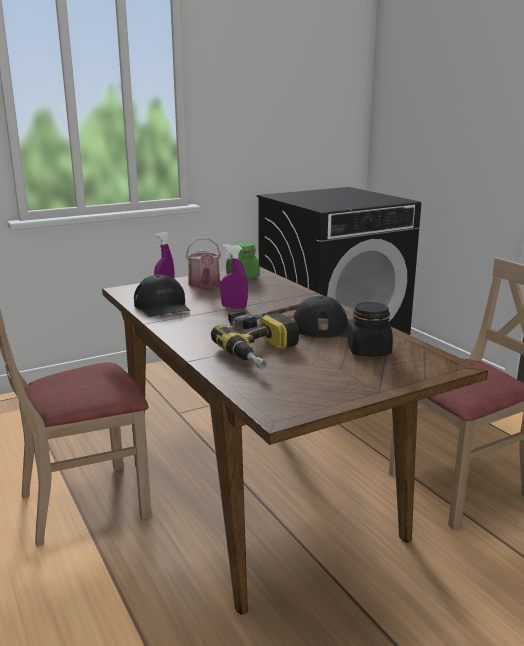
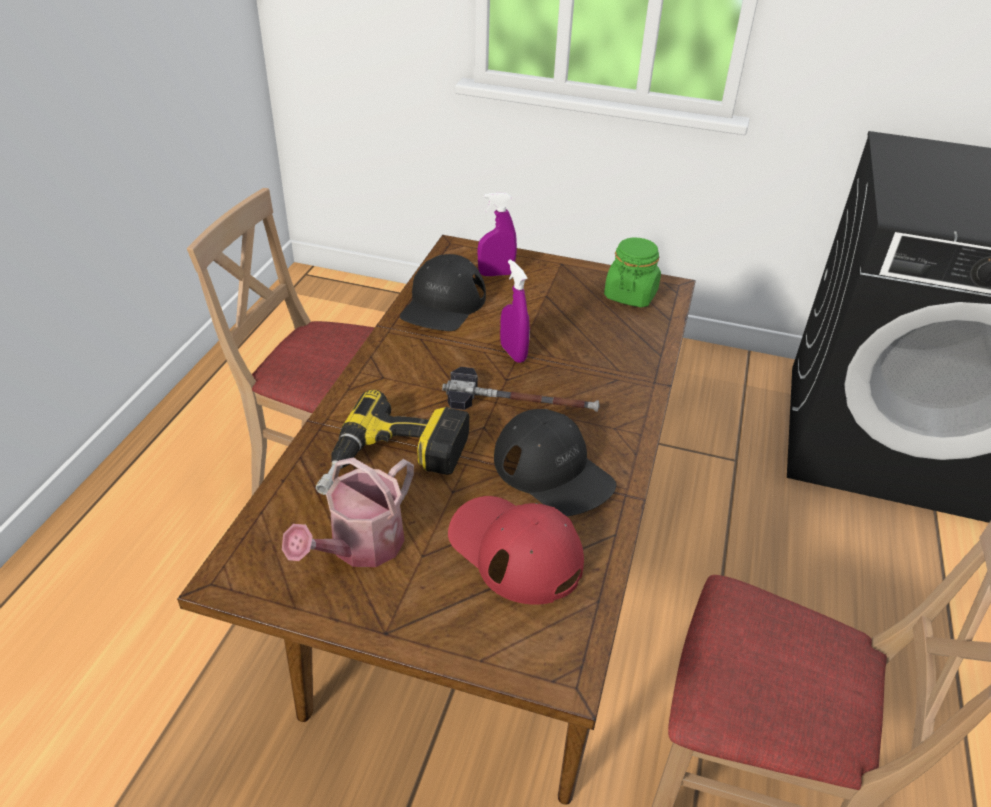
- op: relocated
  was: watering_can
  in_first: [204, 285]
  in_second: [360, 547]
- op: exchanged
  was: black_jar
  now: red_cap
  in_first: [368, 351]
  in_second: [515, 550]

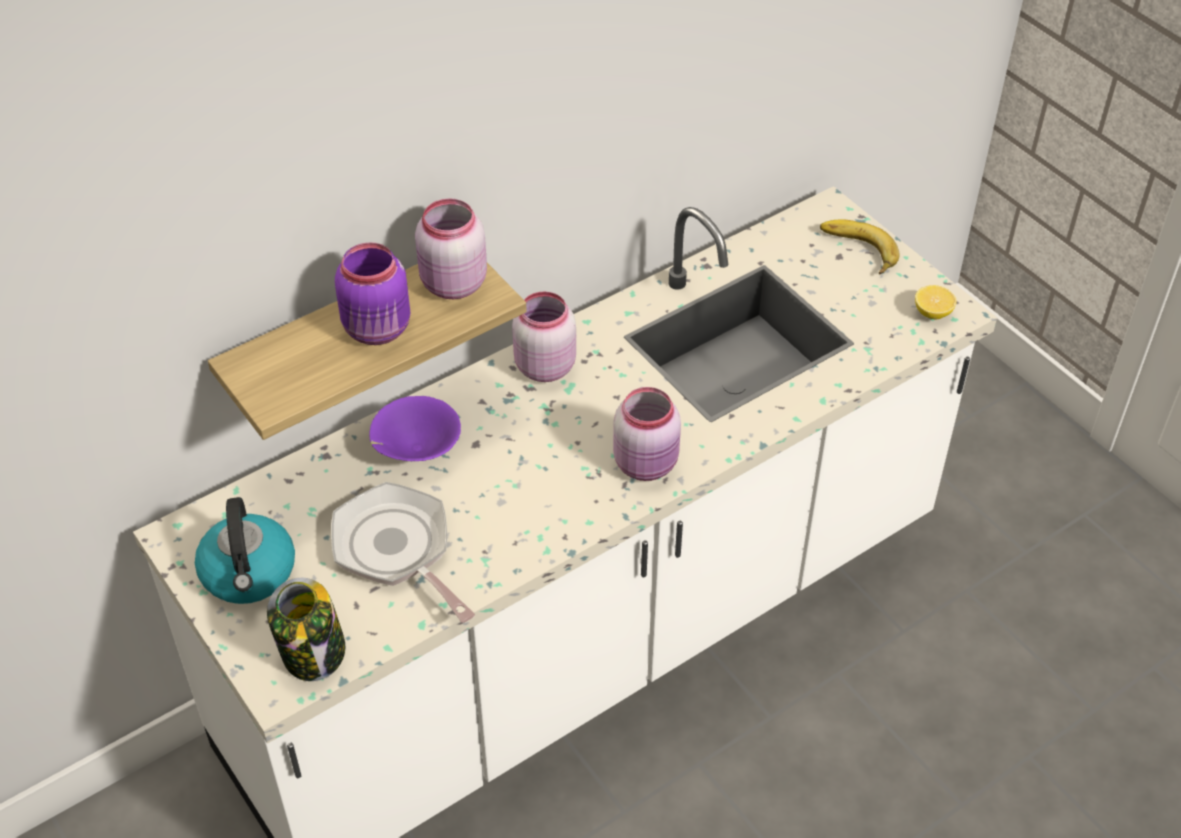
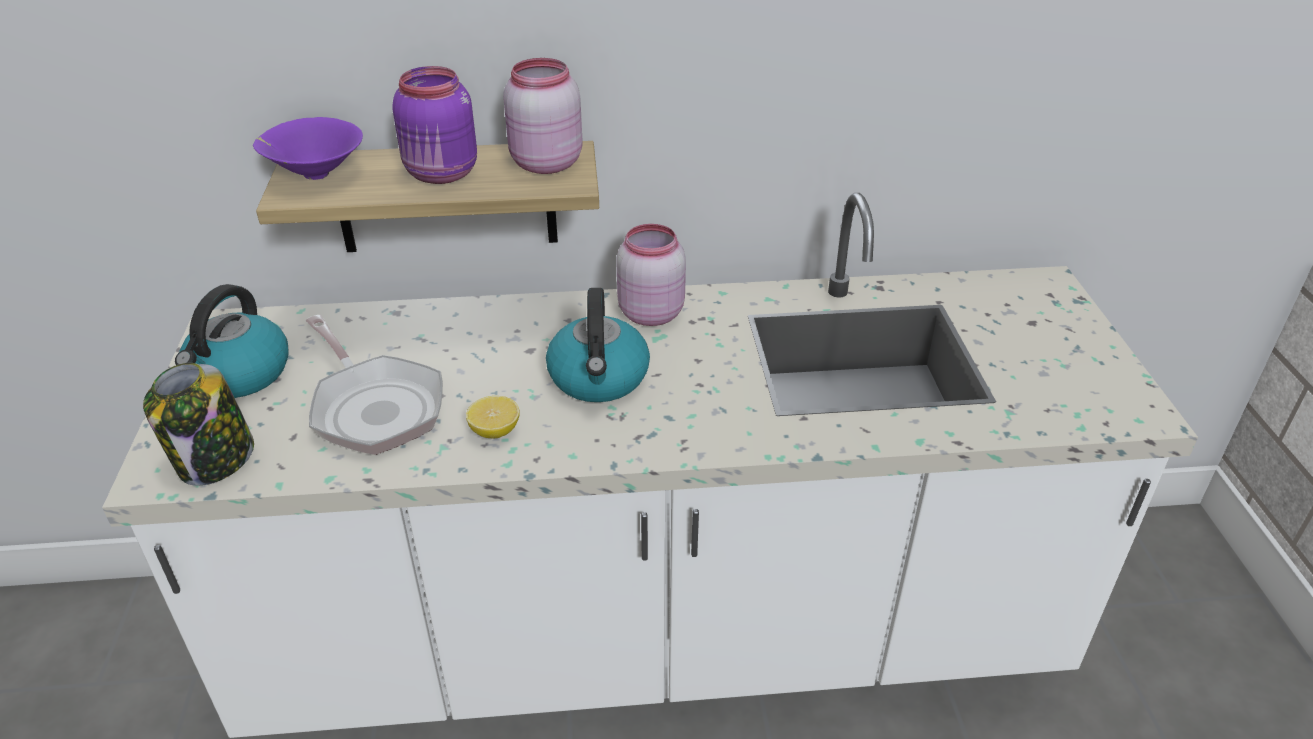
- op: relocated
  was: purple_bowl
  in_first: [416, 450]
  in_second: [314, 174]
- op: spun
  was: frying_pan
  in_first: [397, 550]
  in_second: [375, 407]
  clockwise: 150
- op: relocated
  was: lemon
  in_first: [932, 313]
  in_second: [495, 431]
- op: appeared
  now: kettle
  in_second: [599, 378]
- op: missing
  was: pink_jar
  in_first: [647, 463]
- op: missing
  was: banana
  in_first: [856, 251]

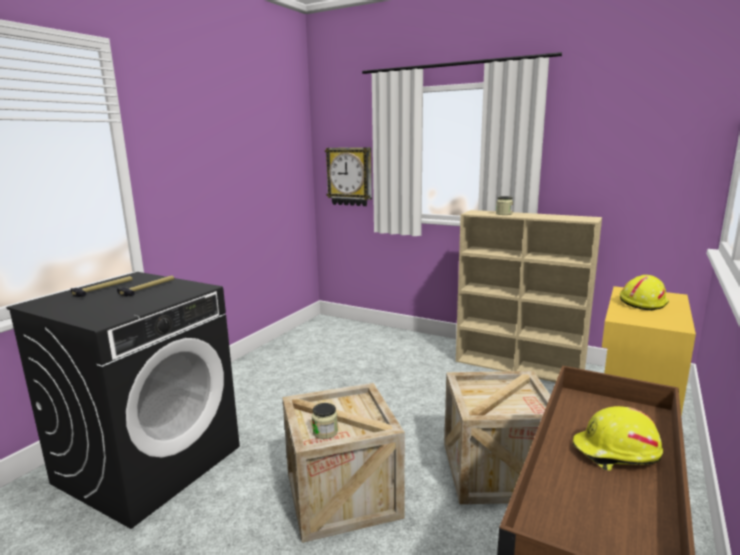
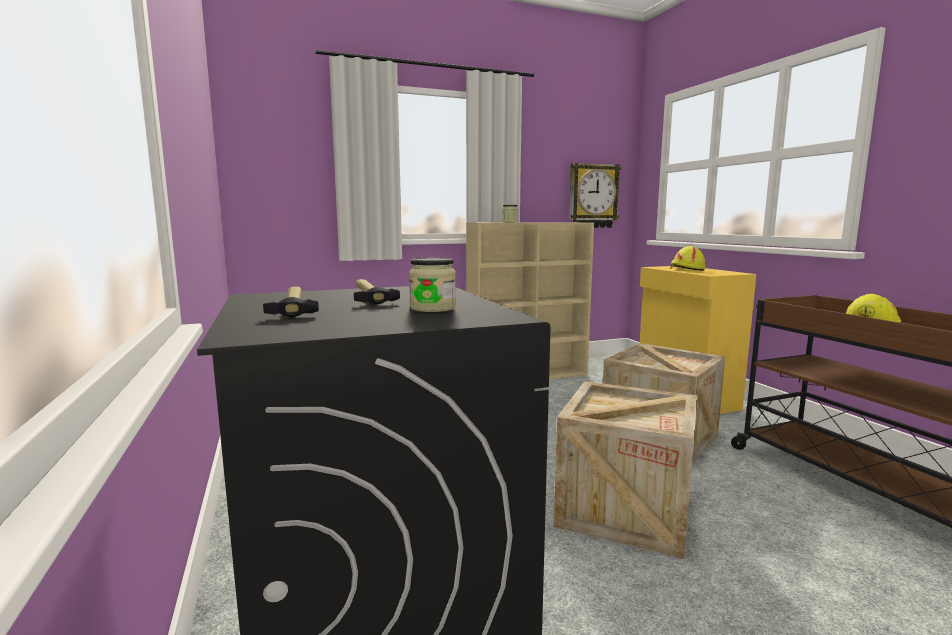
- op: relocated
  was: jar
  in_first: [325, 432]
  in_second: [432, 308]
- op: relocated
  was: wall_clock
  in_first: [350, 176]
  in_second: [592, 196]

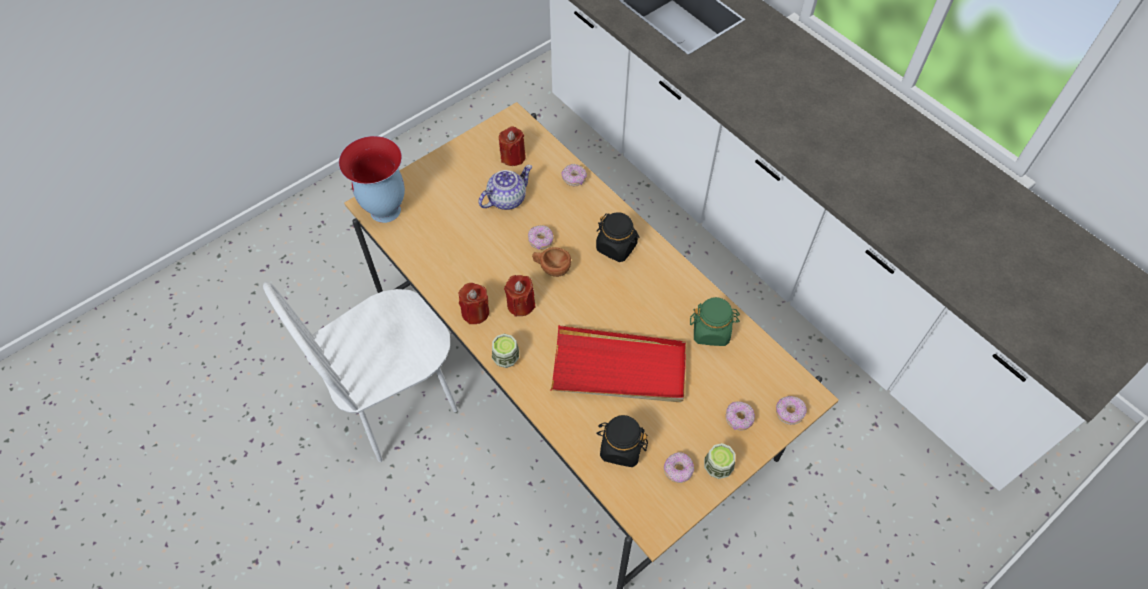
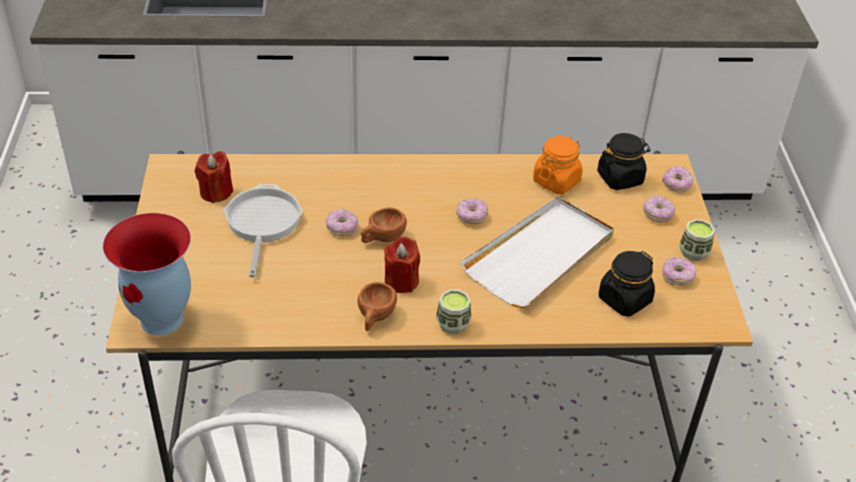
- op: exchanged
  was: teapot
  now: frying_pan
  in_first: [507, 198]
  in_second: [262, 223]
- op: exchanged
  was: red_candle
  now: brown_cup
  in_first: [475, 312]
  in_second: [375, 318]
- op: relocated
  was: donut
  in_first: [574, 179]
  in_second: [471, 217]
- op: colour
  was: red_tray
  now: white_tray
  in_first: [619, 368]
  in_second: [540, 255]
- op: colour
  was: green_jar
  now: orange_jar
  in_first: [711, 331]
  in_second: [556, 181]
- op: relocated
  was: black_jar
  in_first: [616, 247]
  in_second: [620, 178]

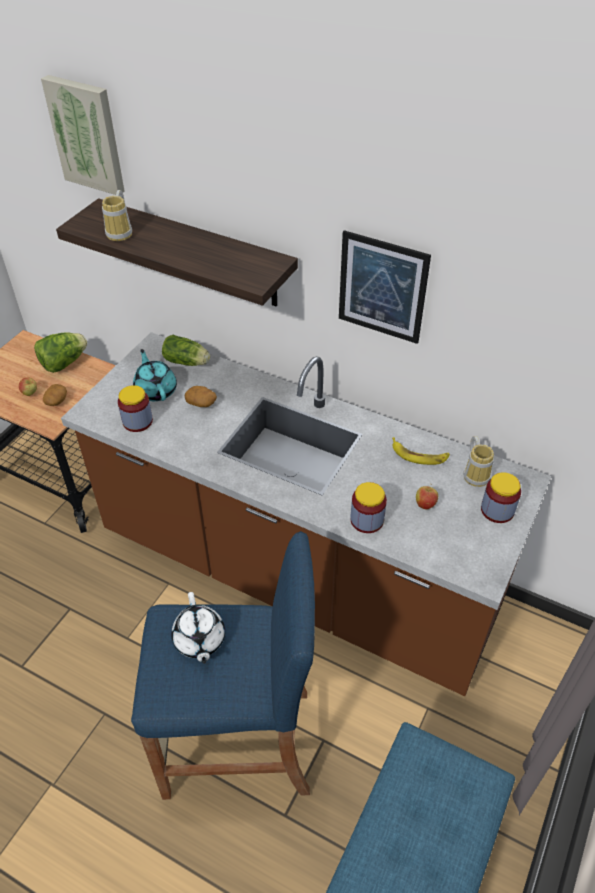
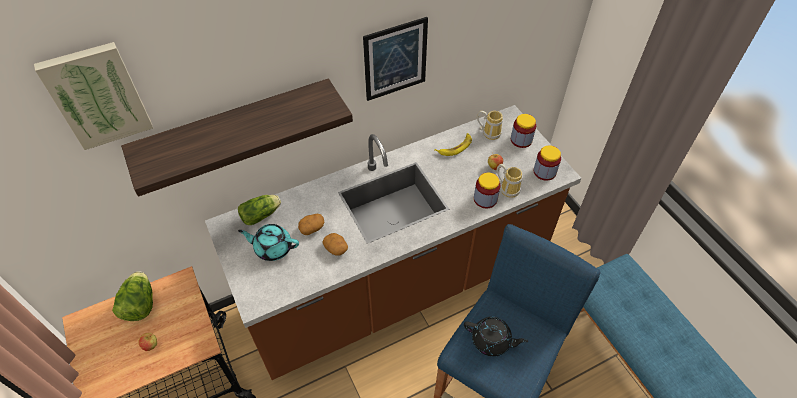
- op: relocated
  was: potato
  in_first: [56, 401]
  in_second: [336, 248]
- op: colour
  was: white_teapot
  now: black_teapot
  in_first: [199, 640]
  in_second: [491, 341]
- op: relocated
  was: mug
  in_first: [122, 232]
  in_second: [508, 188]
- op: relocated
  was: jar
  in_first: [137, 421]
  in_second: [544, 172]

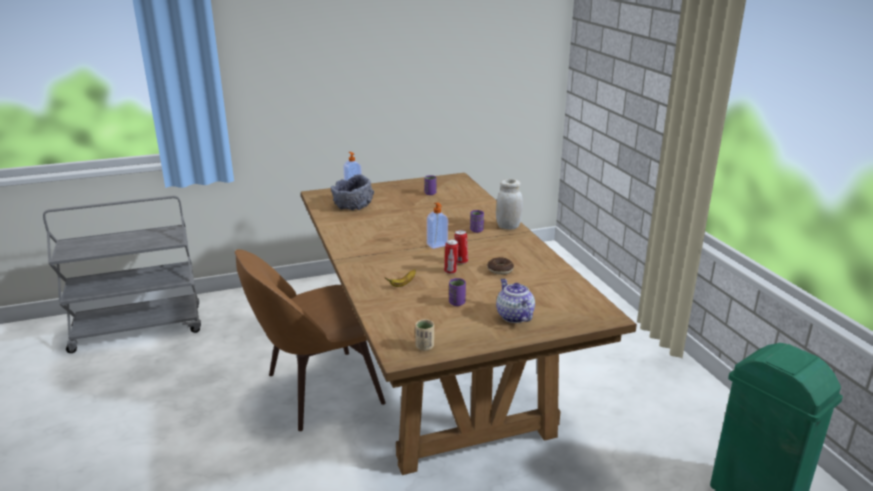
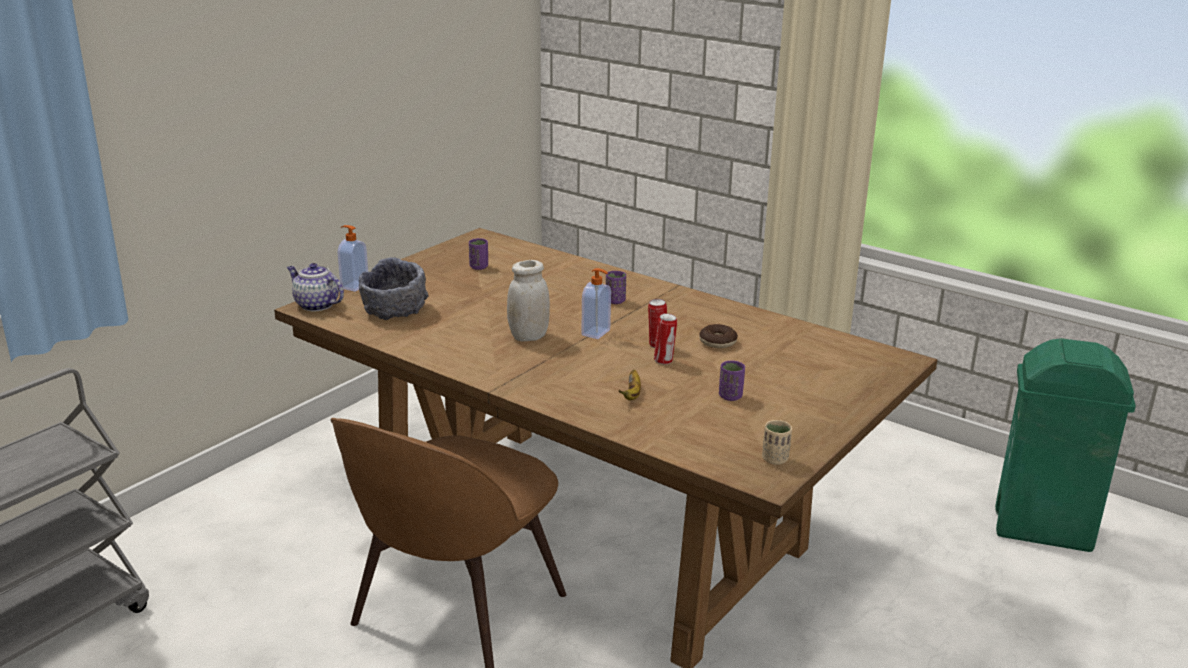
- op: relocated
  was: teapot
  in_first: [513, 316]
  in_second: [315, 305]
- op: relocated
  was: white_jar
  in_first: [508, 227]
  in_second: [528, 336]

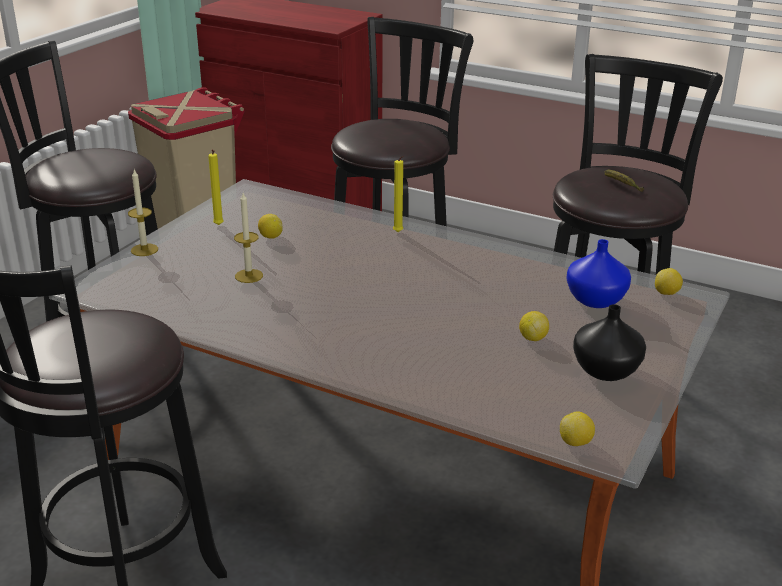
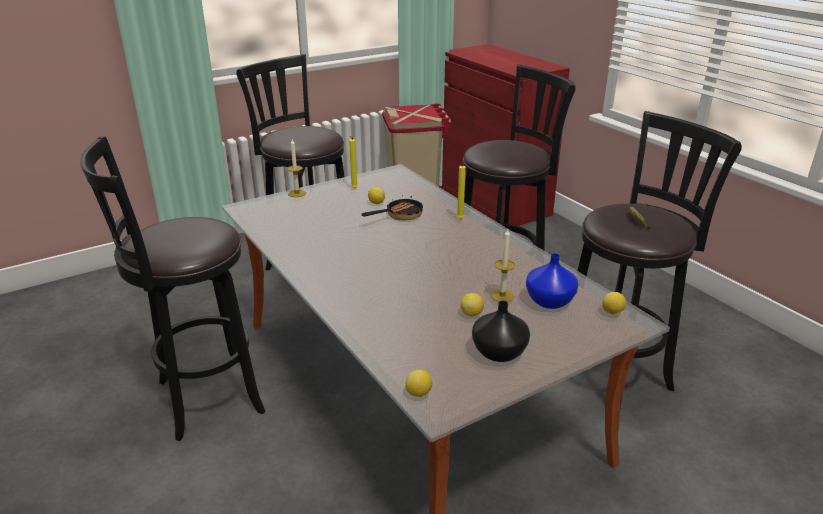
- op: appeared
  now: frying_pan
  in_second: [399, 215]
- op: relocated
  was: candle
  in_first: [249, 276]
  in_second: [502, 296]

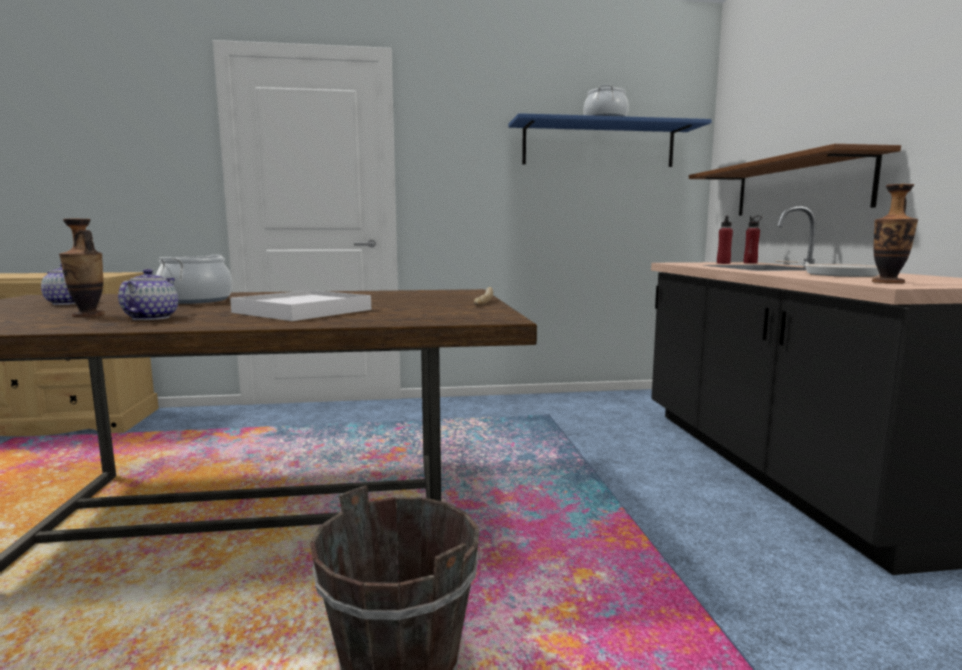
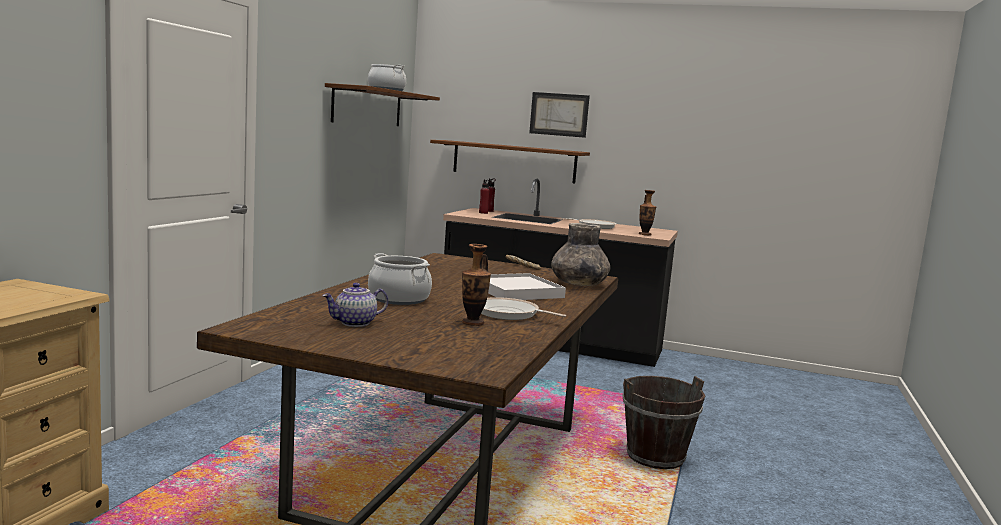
- op: colour
  was: blue_shelf
  now: brown_shelf
  in_first: [599, 145]
  in_second: [367, 107]
- op: exchanged
  was: teapot
  now: frying_pan
  in_first: [150, 318]
  in_second: [509, 314]
- op: appeared
  now: picture
  in_second: [559, 114]
- op: appeared
  now: grey_vase
  in_second: [578, 284]

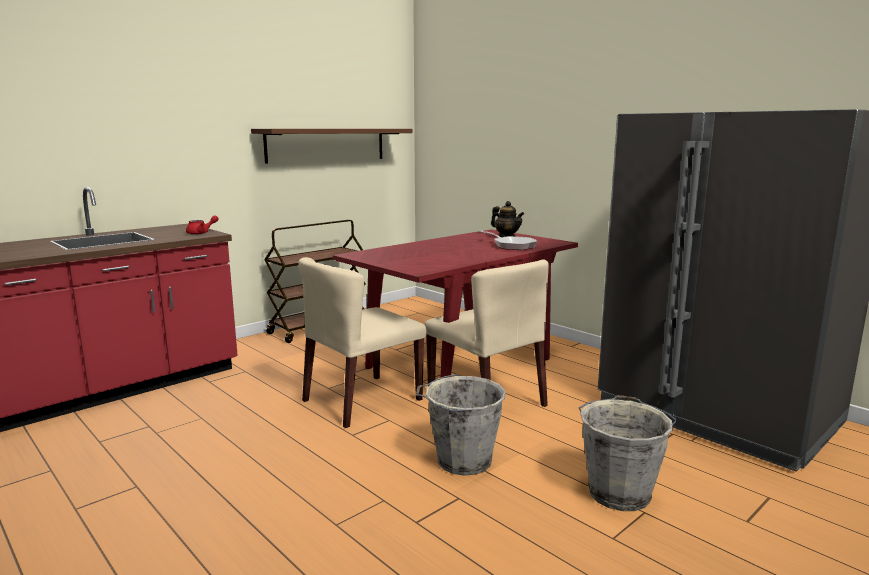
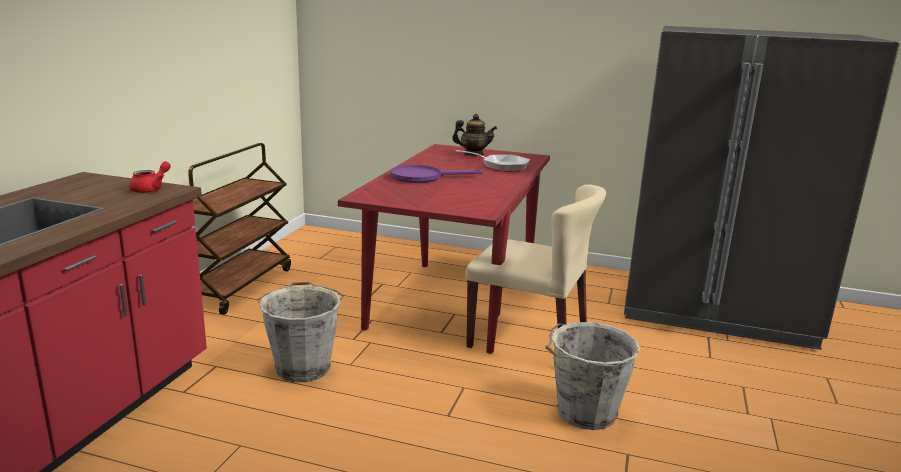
- op: relocated
  was: grey_bucket
  in_first: [619, 492]
  in_second: [303, 367]
- op: appeared
  now: purple_frying_pan
  in_second: [423, 177]
- op: missing
  was: brown_shelf
  in_first: [326, 144]
- op: missing
  was: beige_chair
  in_first: [361, 400]

